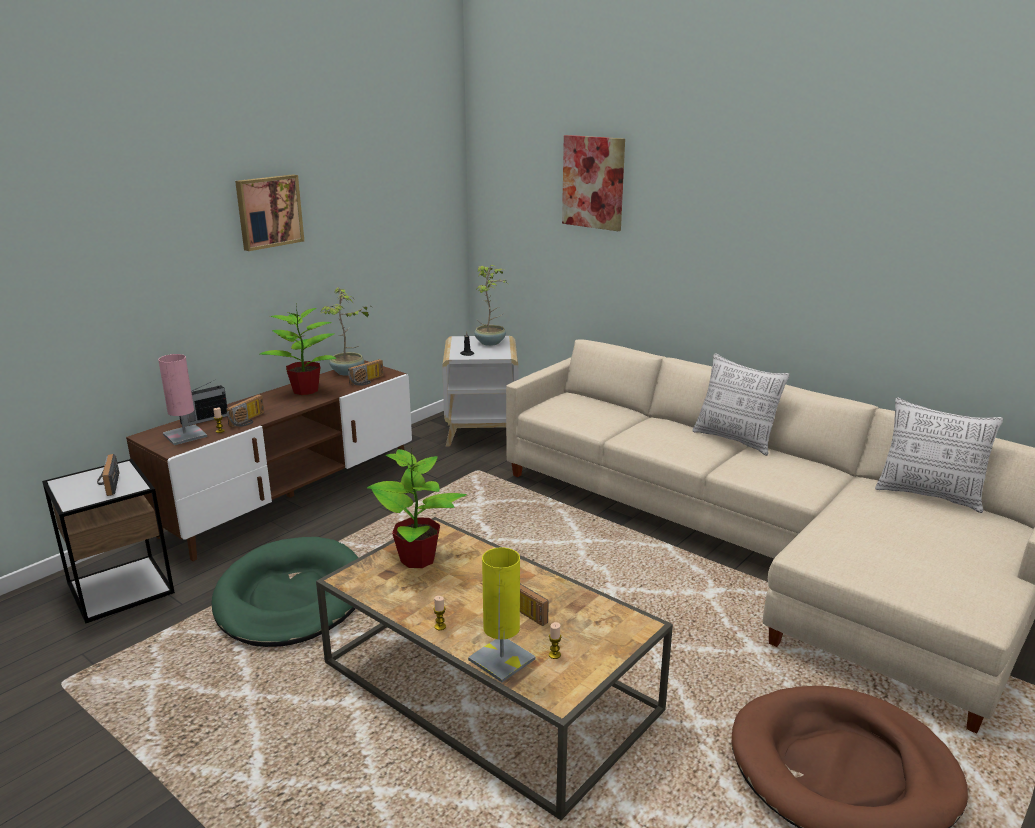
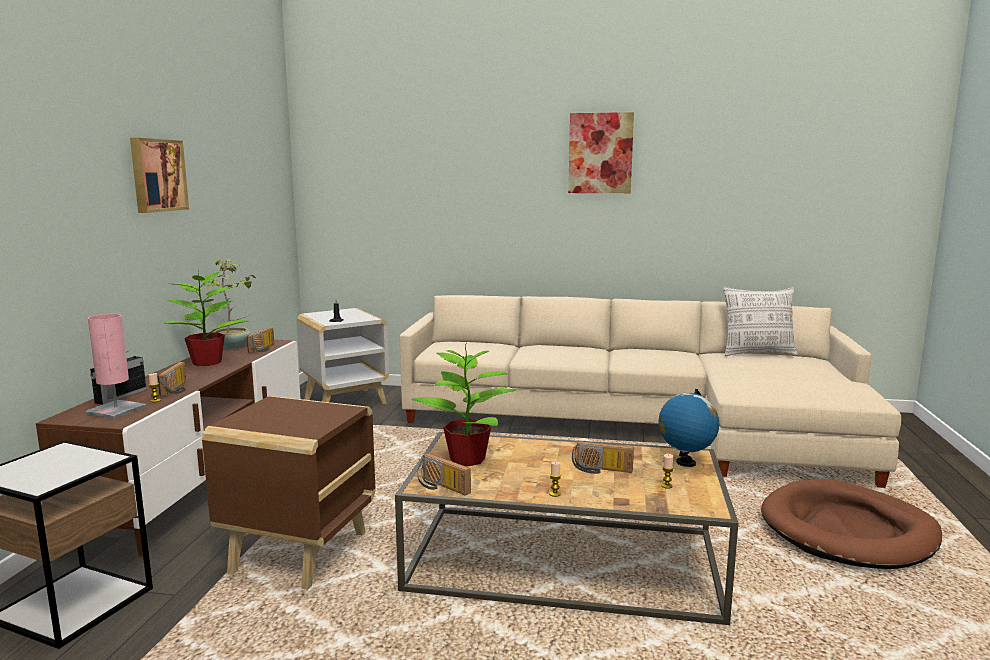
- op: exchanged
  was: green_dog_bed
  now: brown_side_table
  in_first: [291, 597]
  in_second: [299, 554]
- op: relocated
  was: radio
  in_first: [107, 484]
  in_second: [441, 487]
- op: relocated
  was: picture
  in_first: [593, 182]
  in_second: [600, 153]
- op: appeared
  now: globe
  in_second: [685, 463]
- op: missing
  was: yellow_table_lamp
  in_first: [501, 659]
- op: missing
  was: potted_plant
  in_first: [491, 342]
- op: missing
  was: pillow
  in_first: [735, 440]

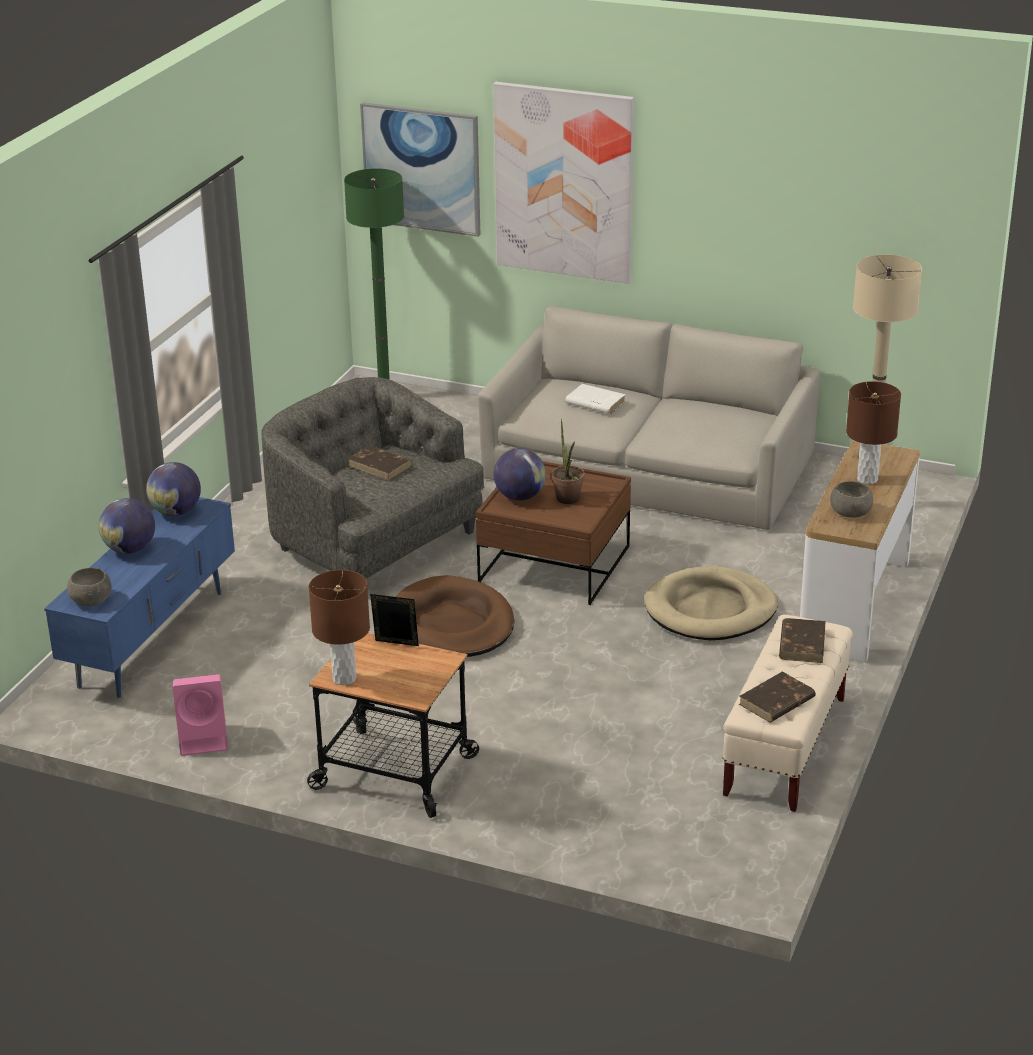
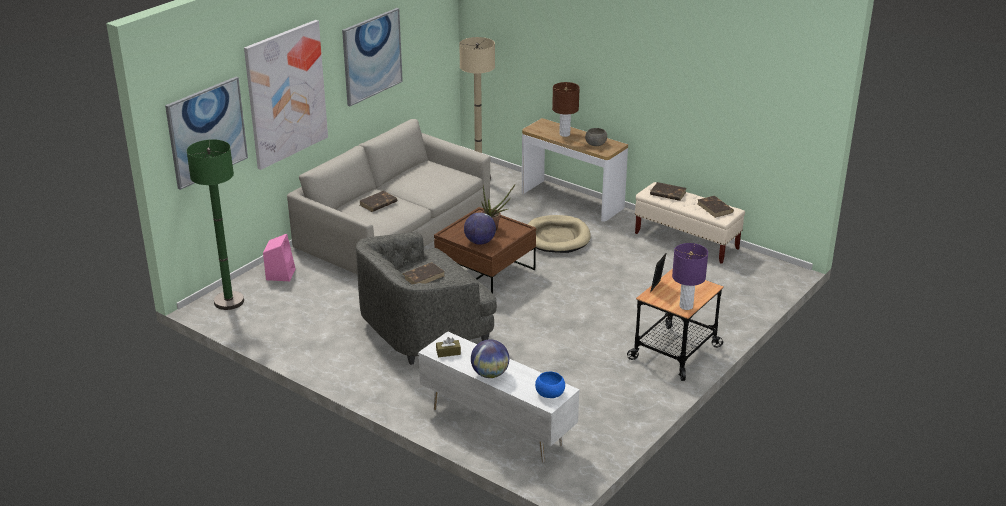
- op: relocated
  was: pink_speaker
  in_first: [205, 739]
  in_second: [280, 274]
- op: appeared
  now: picture
  in_second: [372, 56]
- op: colour
  was: white_book
  now: brown_book
  in_first: [595, 402]
  in_second: [378, 203]
- op: colour
  was: blue_tv_stand
  now: white_tv_stand
  in_first: [153, 640]
  in_second: [497, 427]
- op: exchanged
  was: globe
  now: brown_tissue_box
  in_first: [176, 512]
  in_second: [448, 352]
- op: colour
  was: grey_bowl
  now: blue_bowl
  in_first: [91, 600]
  in_second: [550, 393]
- op: colour
  was: brown_table_lamp
  now: purple_table_lamp
  in_first: [344, 679]
  in_second: [686, 306]
- op: missing
  was: brown_dog_bed
  in_first: [452, 624]

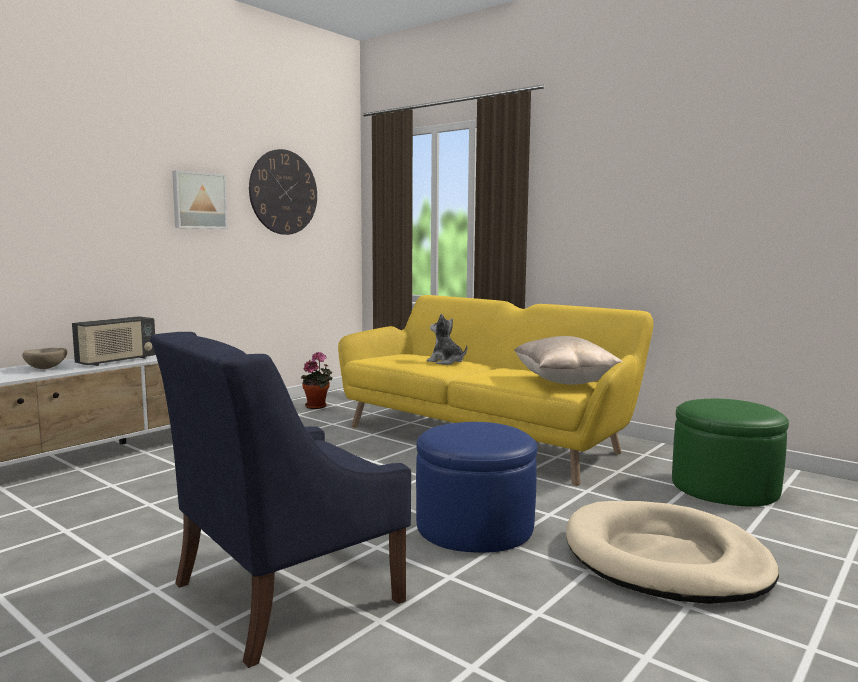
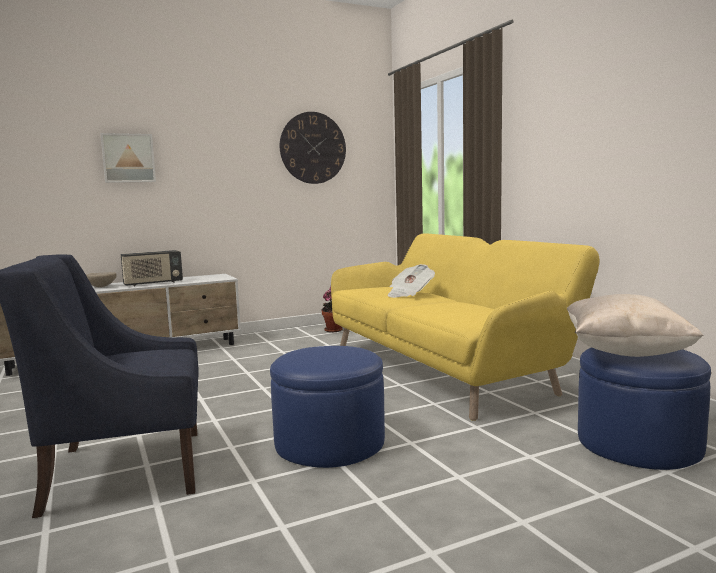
- op: relocated
  was: picture
  in_first: [199, 200]
  in_second: [128, 158]
- op: exchanged
  was: plush_toy
  now: newspaper
  in_first: [446, 362]
  in_second: [409, 294]
- op: relocated
  was: beige_pillow
  in_first: [565, 382]
  in_second: [625, 352]
- op: colour
  was: green_ottoman
  now: blue_ottoman
  in_first: [725, 487]
  in_second: [638, 444]
- op: missing
  was: beige_dog_bed
  in_first: [665, 559]

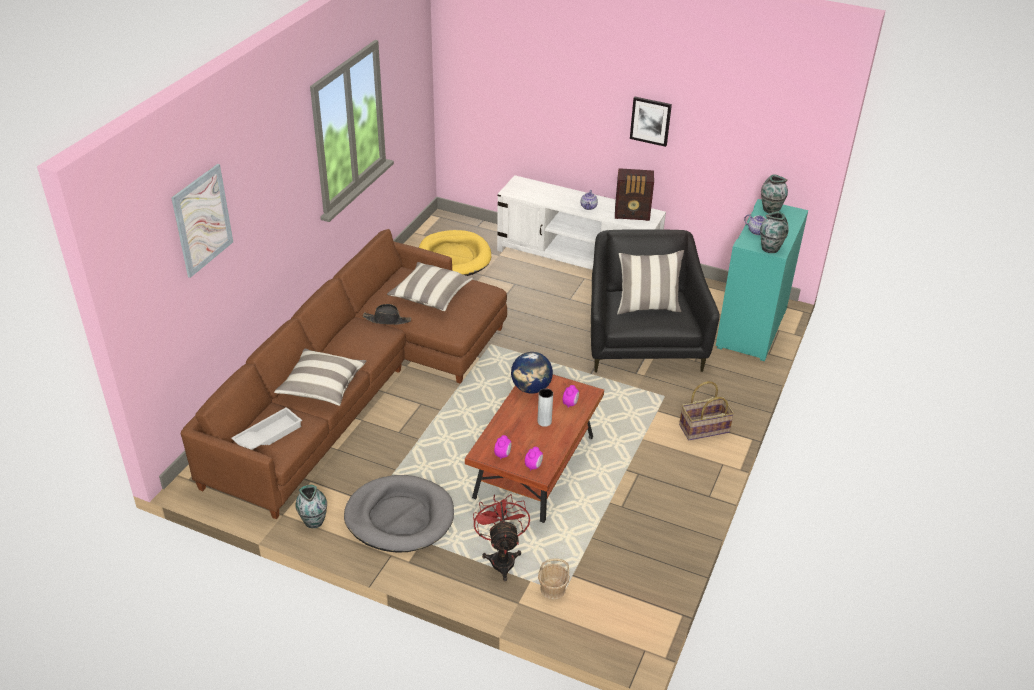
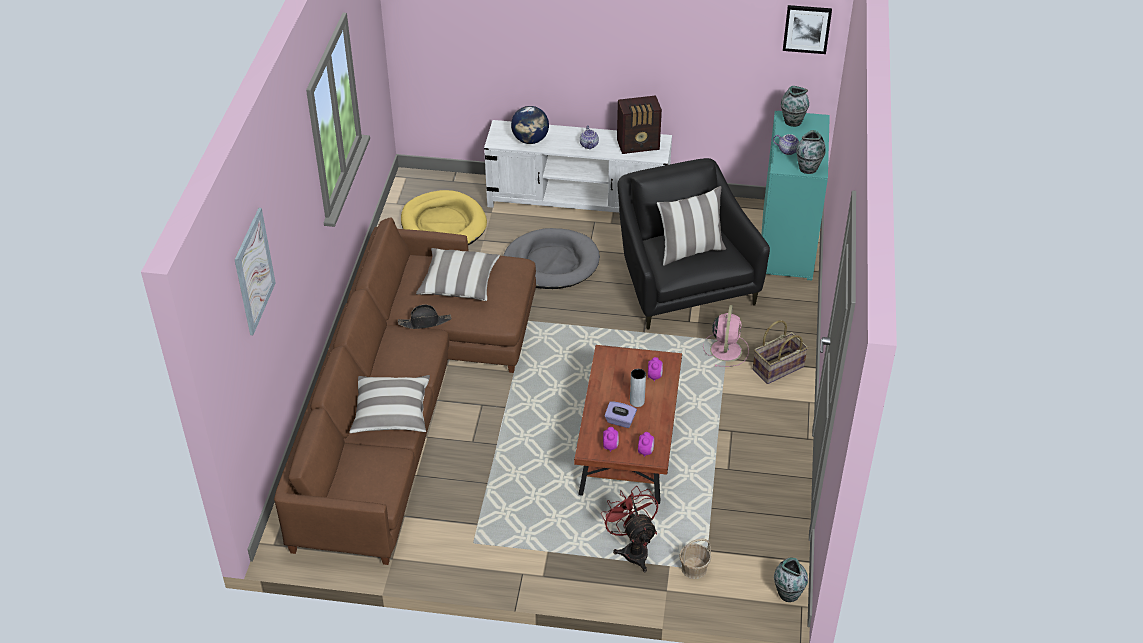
- op: relocated
  was: grey_dog_bed
  in_first: [399, 517]
  in_second: [551, 263]
- op: relocated
  was: globe
  in_first: [531, 388]
  in_second: [530, 140]
- op: appeared
  now: purple_tissue_box
  in_second: [620, 421]
- op: appeared
  now: pink_fan
  in_second: [726, 349]
- op: relocated
  was: vase
  in_first: [314, 521]
  in_second: [788, 593]
- op: relocated
  was: picture
  in_first: [650, 121]
  in_second: [807, 28]
- op: missing
  was: white_tray
  in_first: [268, 434]

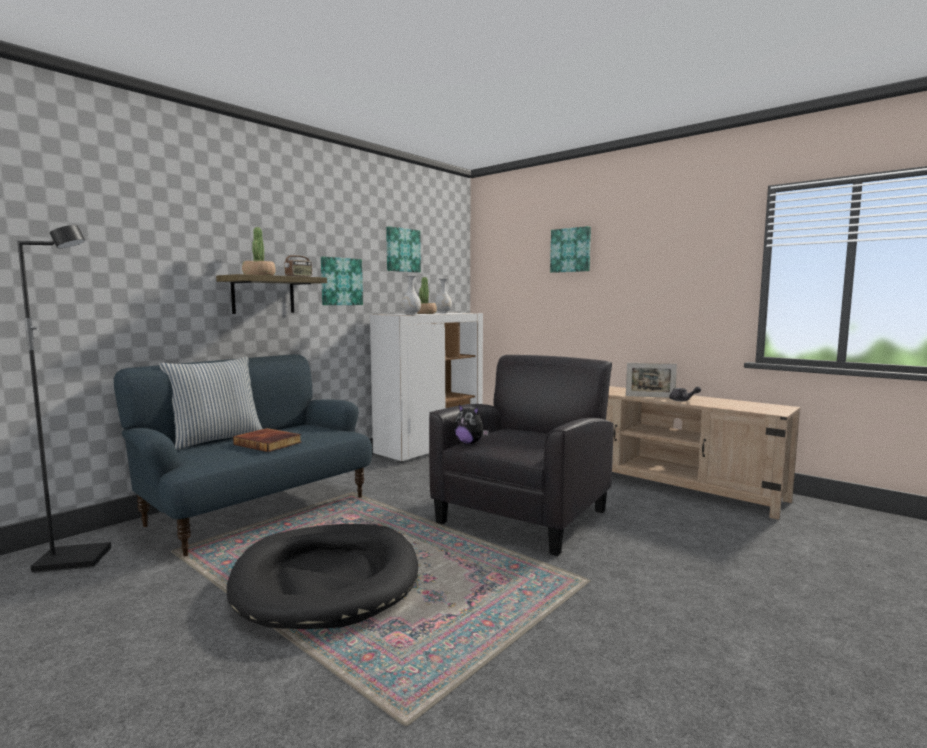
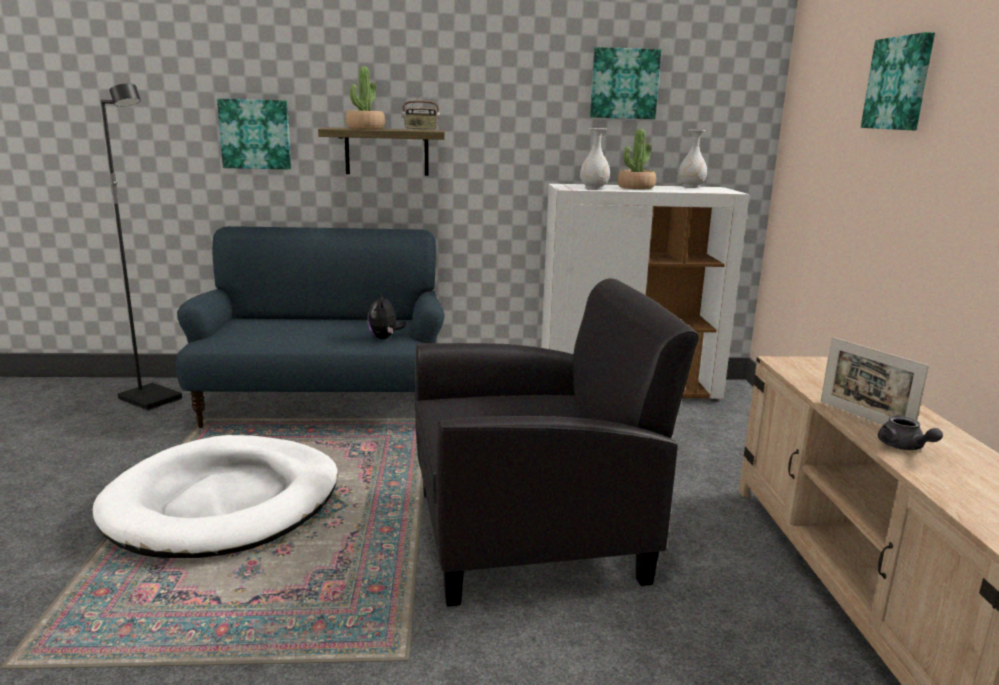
- op: colour
  was: black_dog_bed
  now: white_dog_bed
  in_first: [326, 580]
  in_second: [225, 502]
- op: relocated
  was: picture
  in_first: [340, 281]
  in_second: [255, 134]
- op: relocated
  was: plush_toy
  in_first: [470, 443]
  in_second: [384, 338]
- op: missing
  was: pillow
  in_first: [216, 439]
- op: missing
  was: book
  in_first: [269, 443]

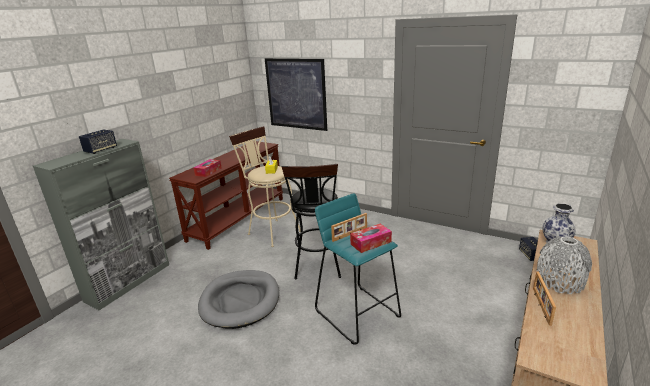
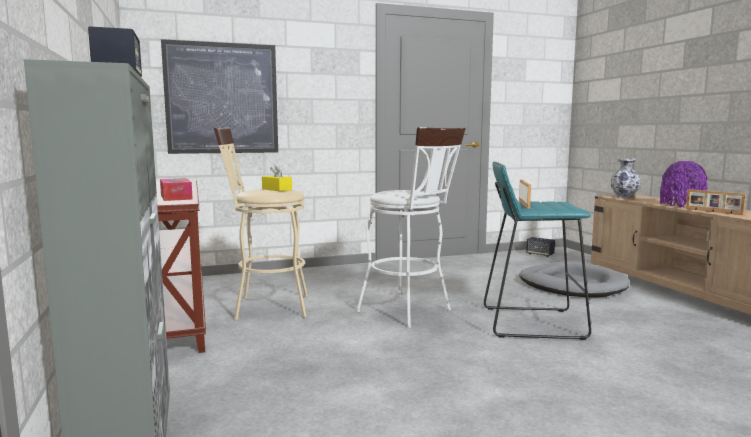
- op: colour
  was: black_stool
  now: white_stool
  in_first: [318, 268]
  in_second: [410, 312]
- op: relocated
  was: grey_dog_bed
  in_first: [240, 301]
  in_second: [572, 285]
- op: colour
  was: grey_vase
  now: purple_vase
  in_first: [559, 281]
  in_second: [681, 205]
- op: missing
  was: tissue_box
  in_first: [370, 243]

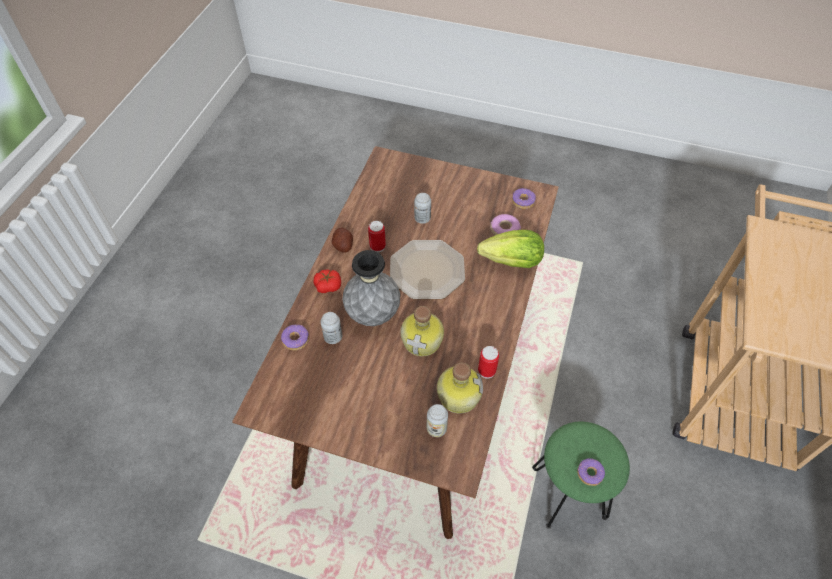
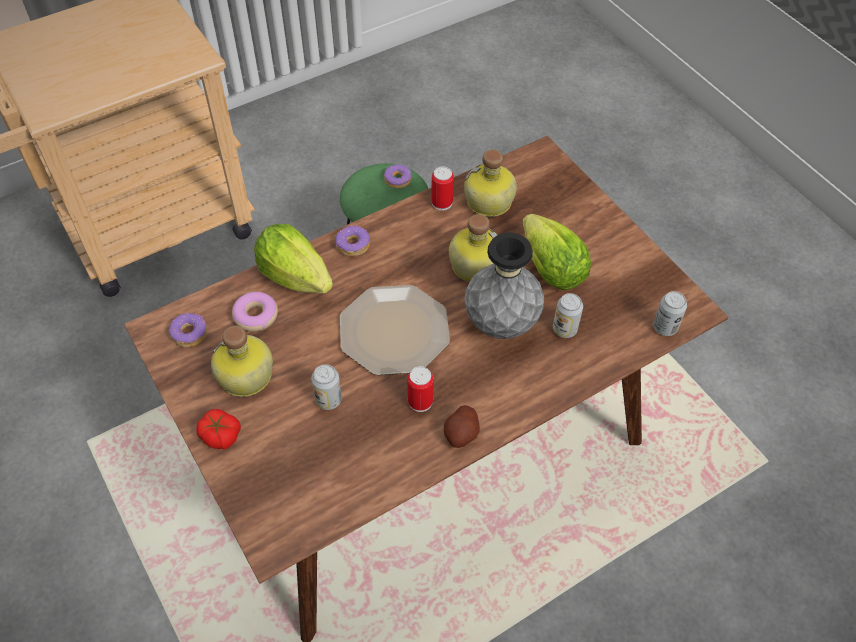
- op: relocated
  was: tomato
  in_first: [328, 285]
  in_second: [220, 435]
- op: appeared
  now: bottle
  in_second: [245, 377]
- op: relocated
  was: donut
  in_first: [296, 340]
  in_second: [352, 245]
- op: appeared
  now: lettuce
  in_second: [551, 269]
- op: relocated
  was: can
  in_first: [436, 428]
  in_second: [665, 327]

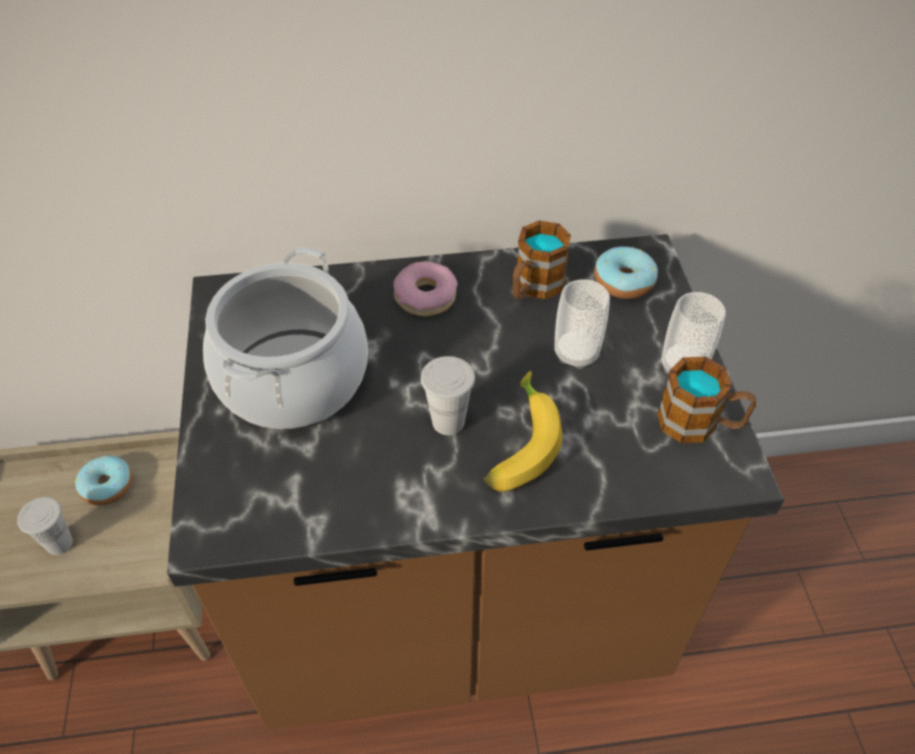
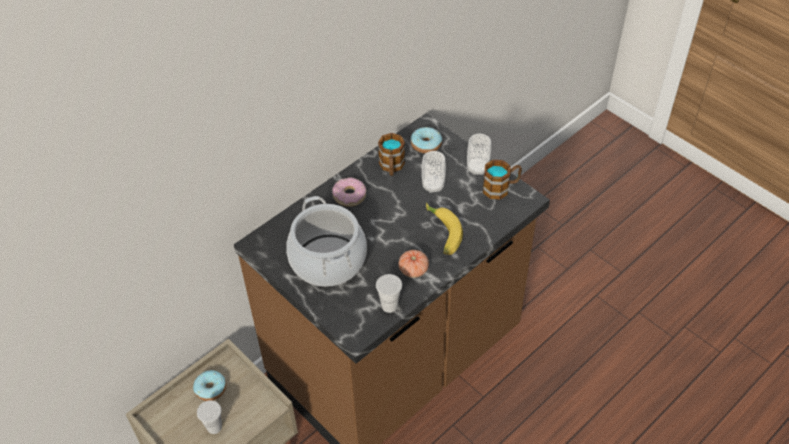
- op: relocated
  was: white_cup
  in_first: [448, 422]
  in_second: [389, 305]
- op: appeared
  now: tomato
  in_second: [413, 270]

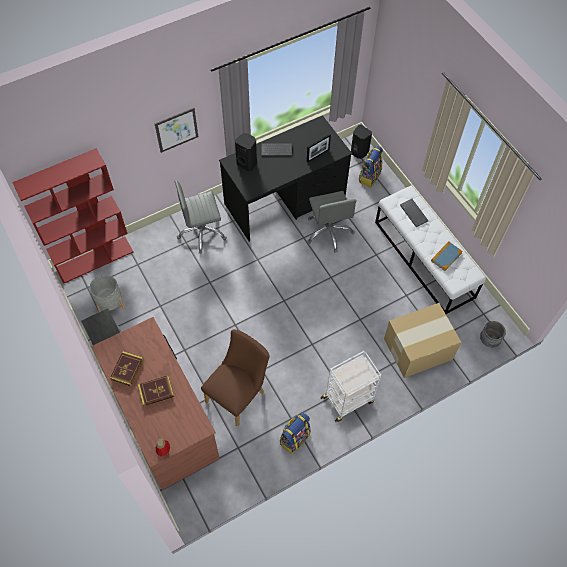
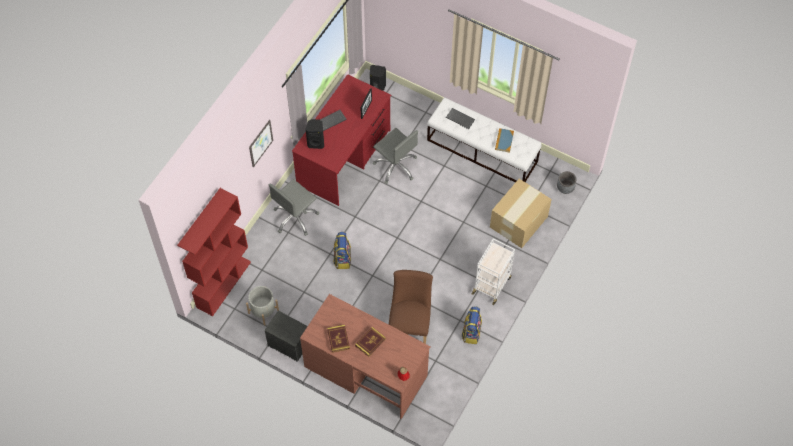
- op: colour
  was: black_desk
  now: red_desk
  in_first: [285, 200]
  in_second: [344, 157]
- op: relocated
  was: backpack
  in_first: [369, 176]
  in_second: [342, 258]

